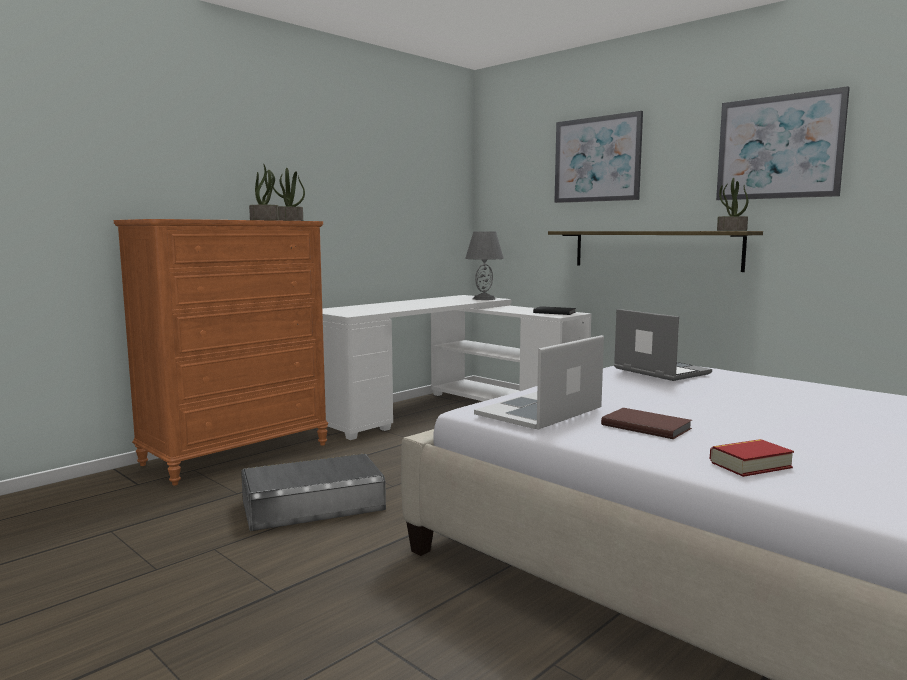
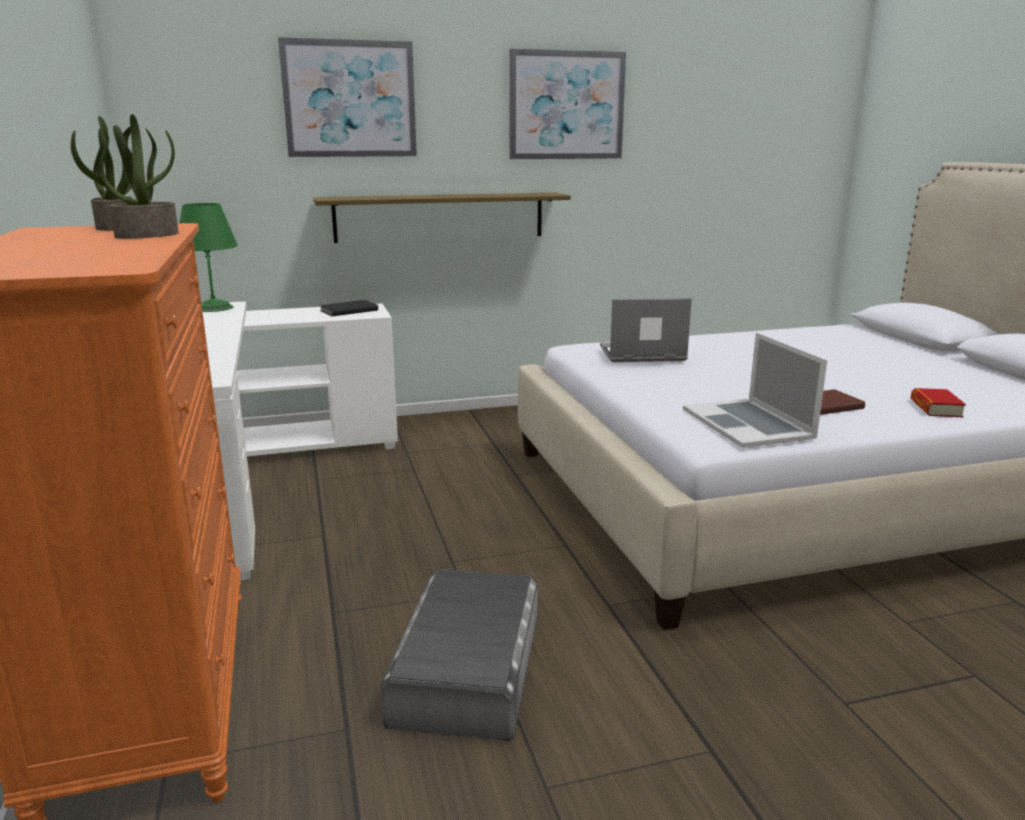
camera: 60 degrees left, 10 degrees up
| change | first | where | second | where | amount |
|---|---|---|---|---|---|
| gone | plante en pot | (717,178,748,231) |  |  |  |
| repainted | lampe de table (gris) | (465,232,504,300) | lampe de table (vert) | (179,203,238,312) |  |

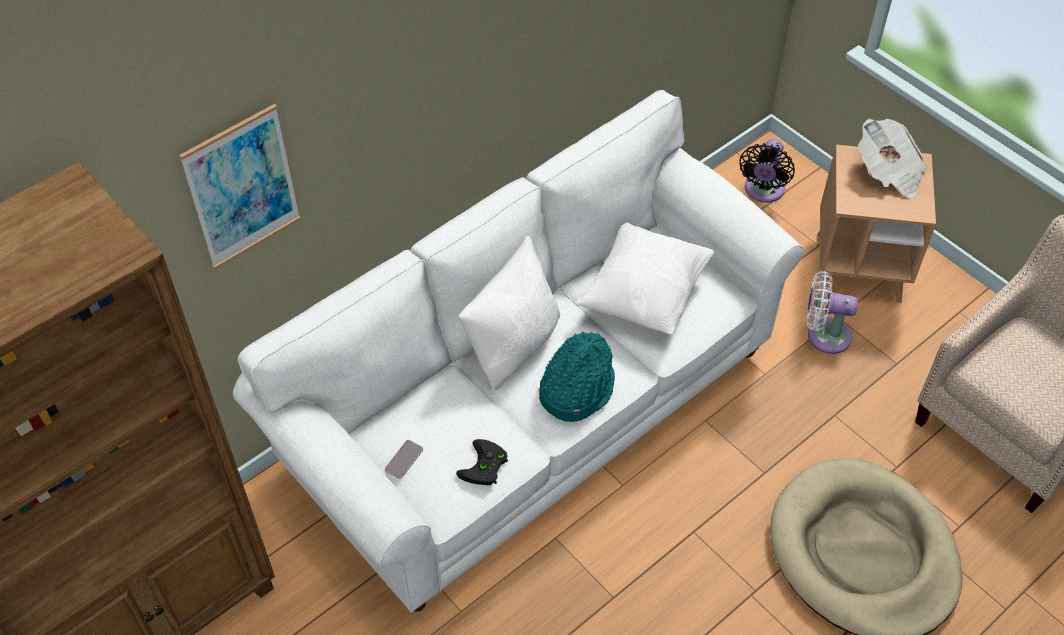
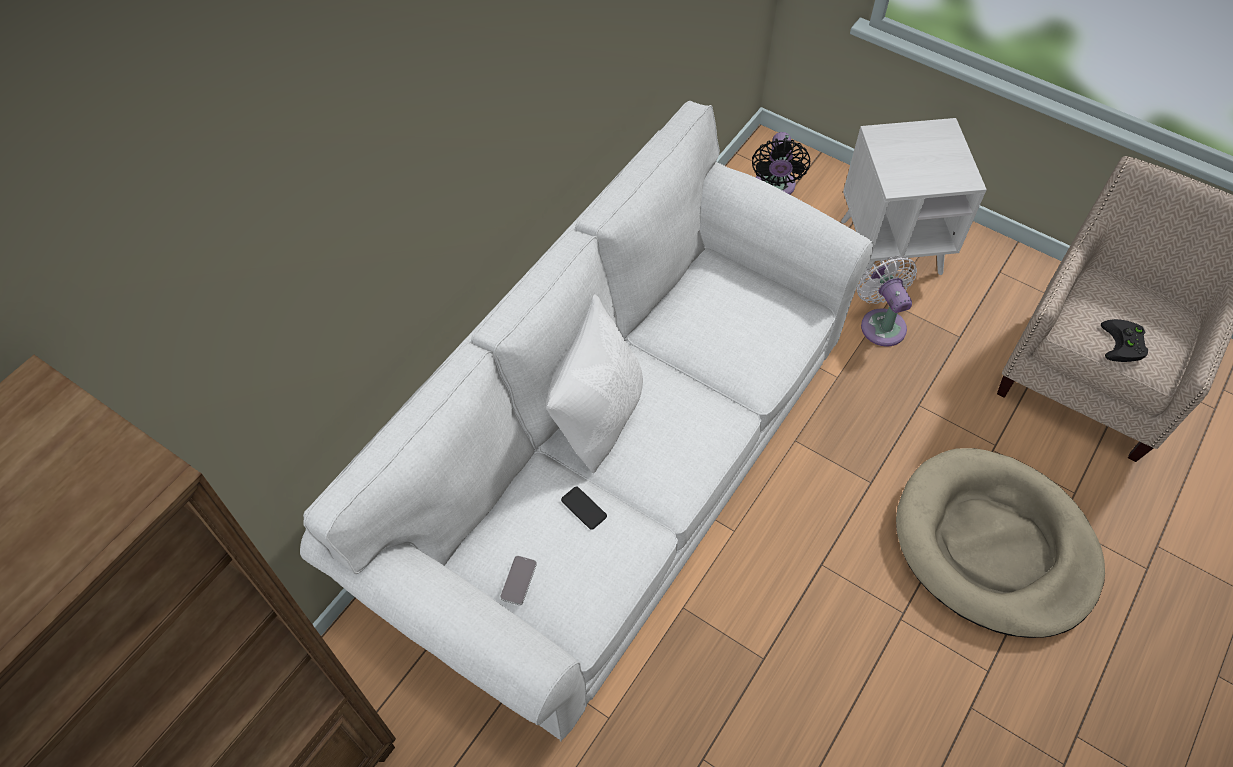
camera: 15 degrees left, 5 degrees up
| change | first | where | second | where | amount |
|---|---|---|---|---|---|
| gone | tableau | (179,104,301,269) |  |  |  |
| gone | journal | (858,119,928,198) |  |  |  |
| repainted | table d'appoint (marron) | (817,145,936,303) | table d'appoint (blanc) | (841,118,987,282) |  |
| gone | coussin (blanc) | (576,223,714,334) |  |  |  |
| rotated | ventilateur (blanc) | (806,271,858,354) |  | (857,255,917,347) | 75 degrees clockwise |
| gone | chapeau (turquoise) | (539,332,615,422) |  |  |  |
| shifted | manette (noir) | (456,439,508,485) |  | (1101,319,1148,362) |  |
| new |  |  | téléphone | (561,486,607,530) |  |

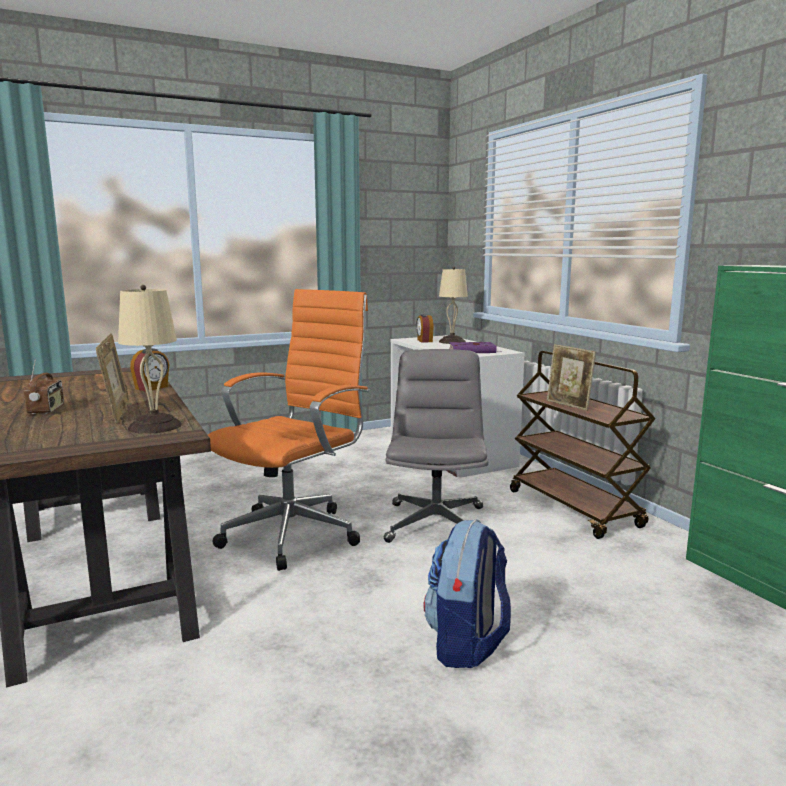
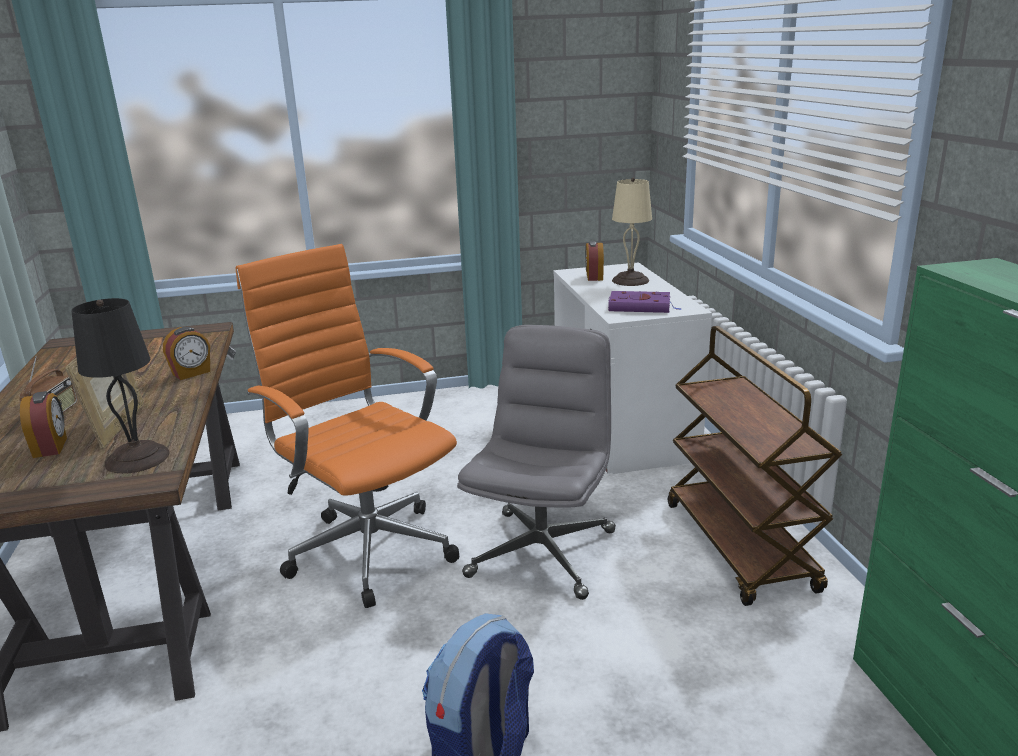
camera: 15 degrees right, 10 degrees up
| change | first | where | second | where | amount |
|---|---|---|---|---|---|
| repainted | lampe de table (beige) | (118,285,182,434) | lampe de table (noir) | (72,298,170,474) |  |
| rotated | chaise de bureau (orange) | (208,289,370,571) |  | (236,244,459,608) | 90 degrees counterclockwise |
| gone | cadre photo | (547,344,596,411) |  |  |  |
| new |  |  | réveil | (20,391,67,458) |  |

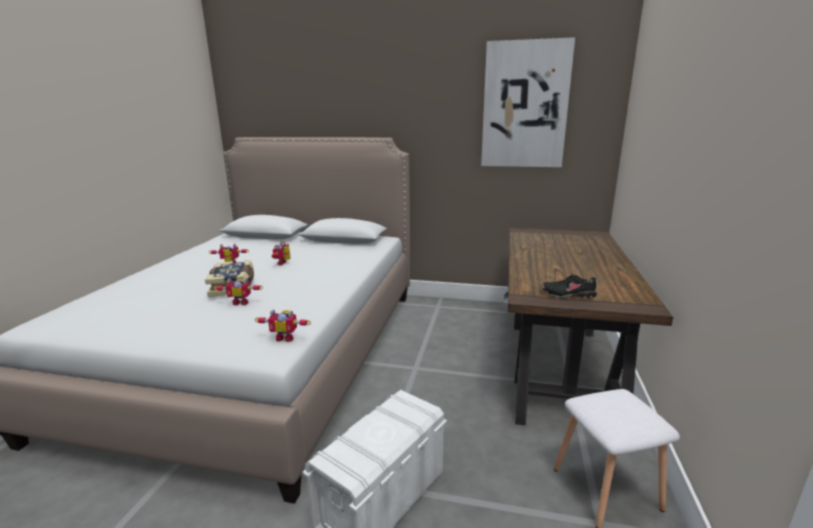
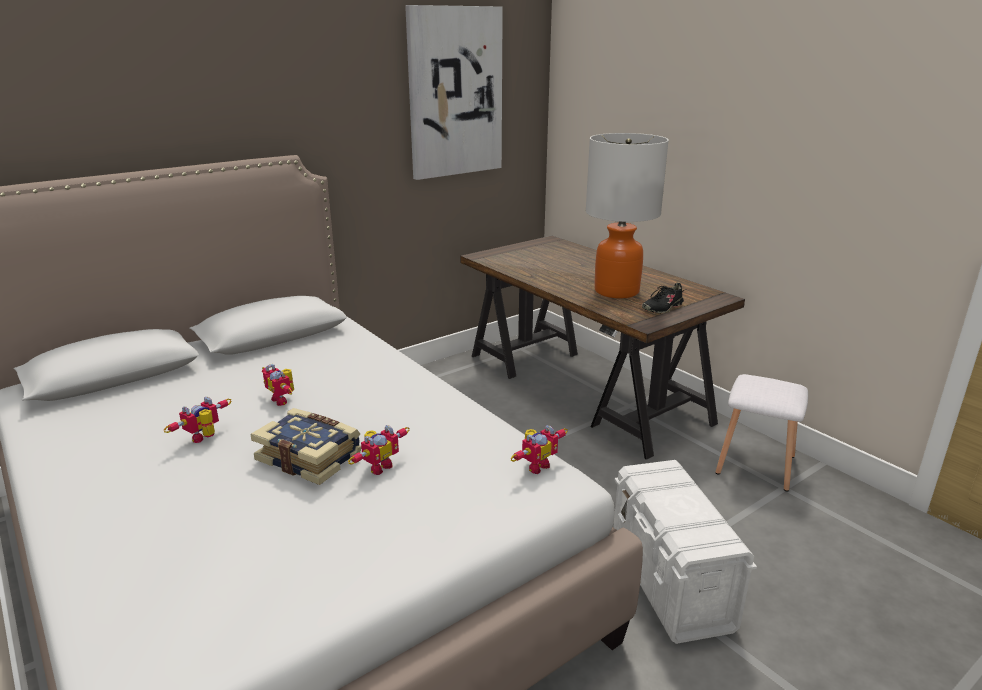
camera: 50 degrees left, 5 degrees up
| change | first | where | second | where | amount |
|---|---|---|---|---|---|
| new |  |  | lampe de table | (586,133,669,298) |  |

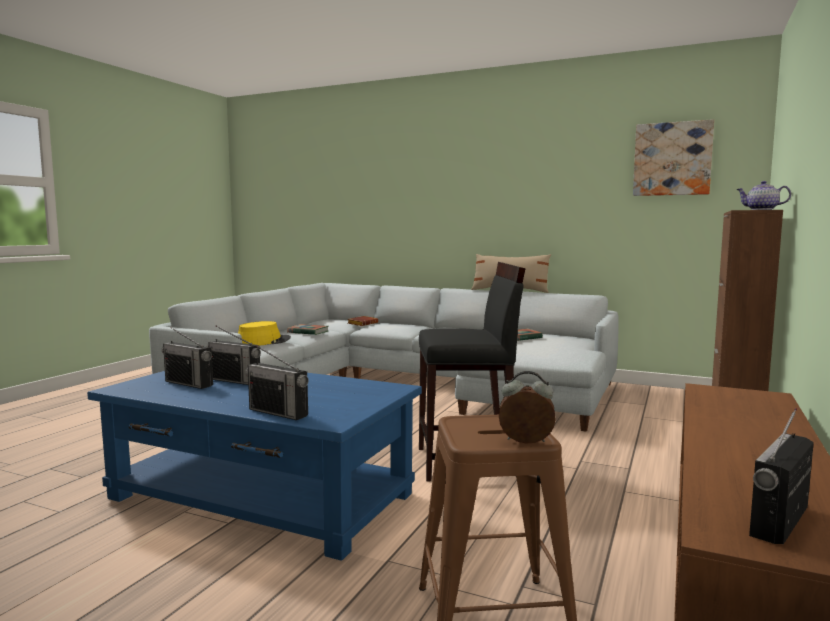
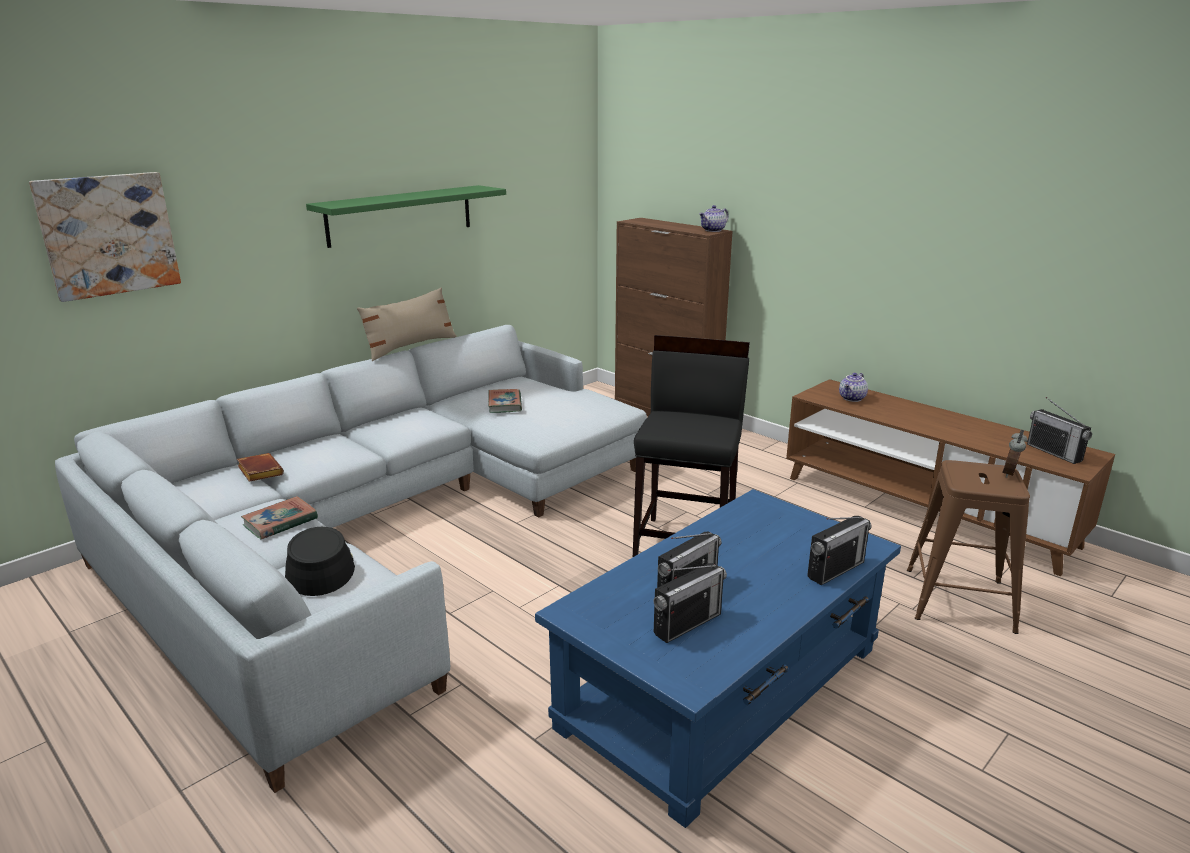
camera: 70 degrees left, 15 degrees up
| change | first | where | second | where | amount |
|---|---|---|---|---|---|
| shifted | tableau | (633,119,714,196) |  | (29,172,181,302) |  |
| repainted | chapeau (jaune) | (238,321,291,346) | chapeau (noir) | (285,527,355,596) |  |
| new |  |  | étagère (vert) | (306,185,506,248) |  |
| new |  |  | théière | (839,373,868,402) |  |

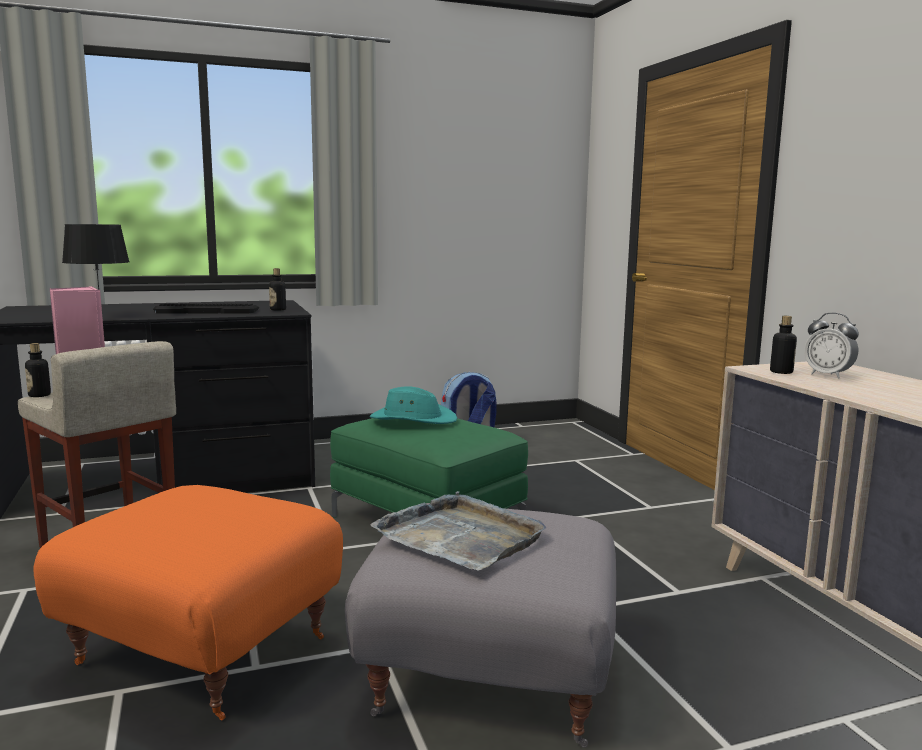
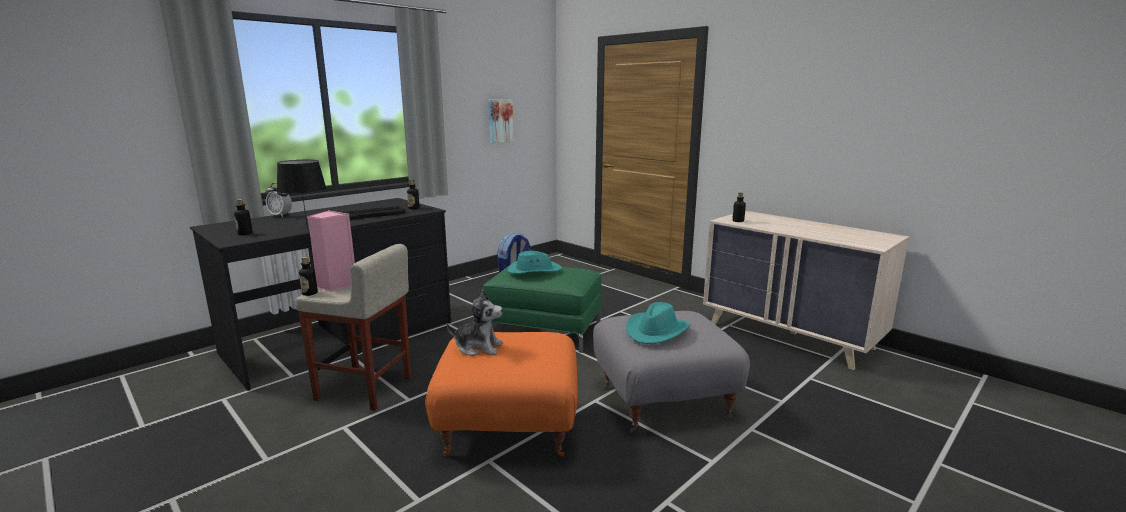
camera: 25 degrees left, 5 degrees up
| change | first | where | second | where | amount |
|---|---|---|---|---|---|
| shifted | réveil | (804,313,859,378) |  | (265,183,292,217) |  |
| swapped | plateau (gris) | (370,491,547,570) | chapeau (turquoise) | (626,302,691,344) |  |
| new |  |  | tableau | (488,99,514,143) |  |
| new |  |  | bouteille | (234,199,253,235) |  |
| new |  |  | peluche | (447,290,503,356) |  |

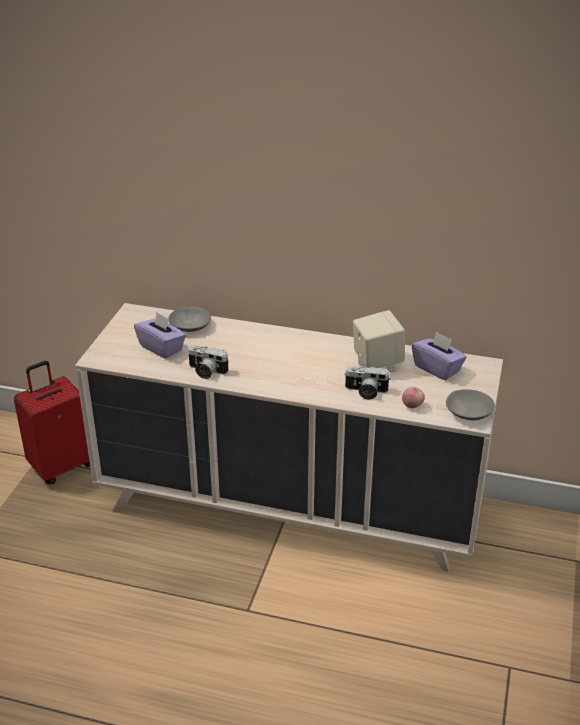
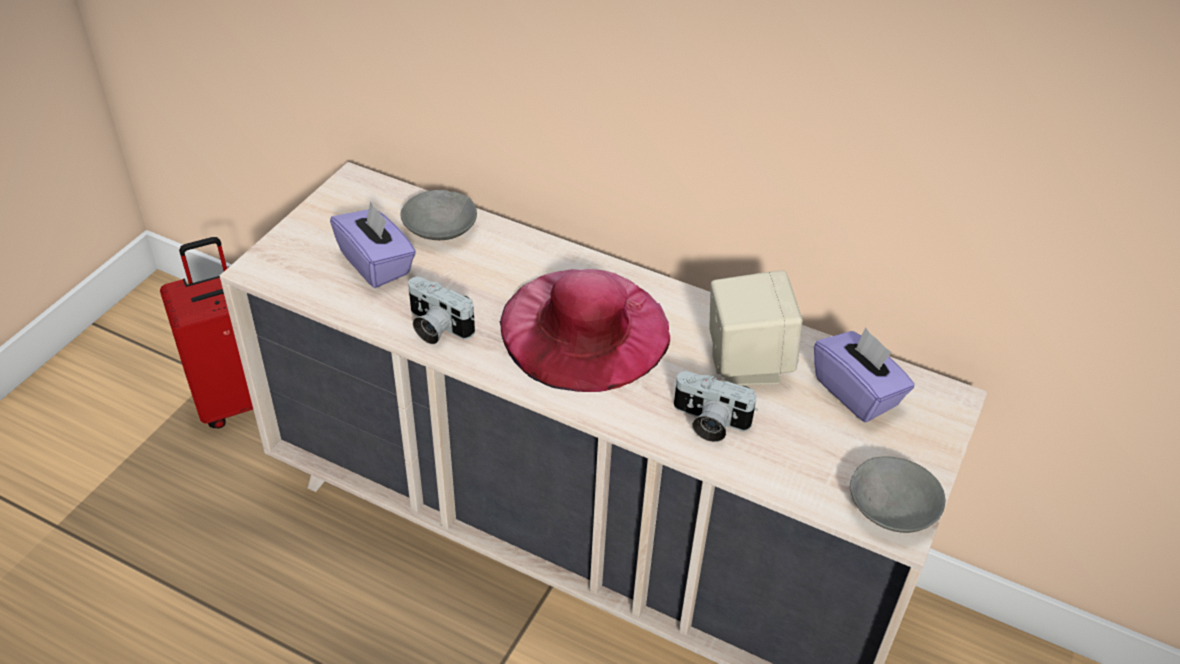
camera: 10 degrees right, 10 degrees up
| change | first | where | second | where | amount |
|---|---|---|---|---|---|
| gone | pomme | (402,387,425,408) |  |  |  |
| new |  |  | chapeau (rose) | (500,269,670,392) |  |

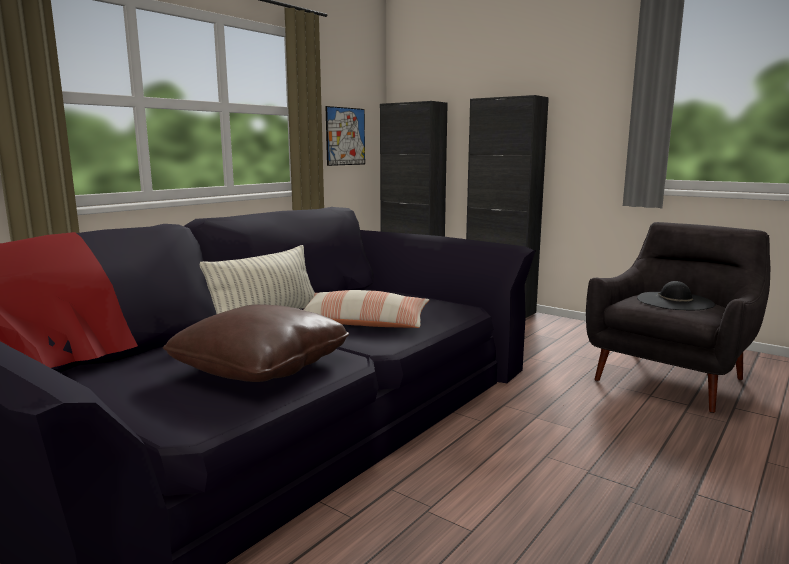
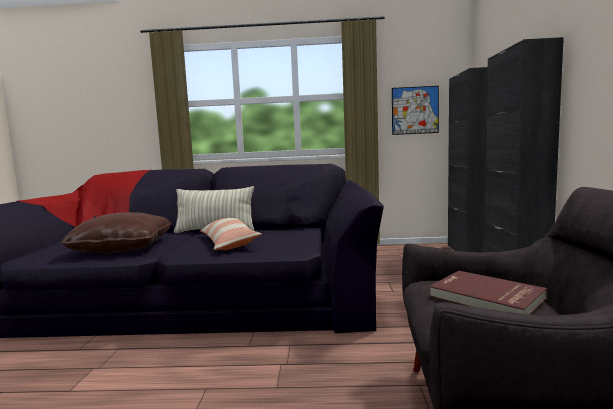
camera: 55 degrees right, 5 degrees down
| change | first | where | second | where | amount |
|---|---|---|---|---|---|
| swapped | chapeau (noir) | (637,281,716,310) | livre (rouge) | (429,271,548,314) |  |

